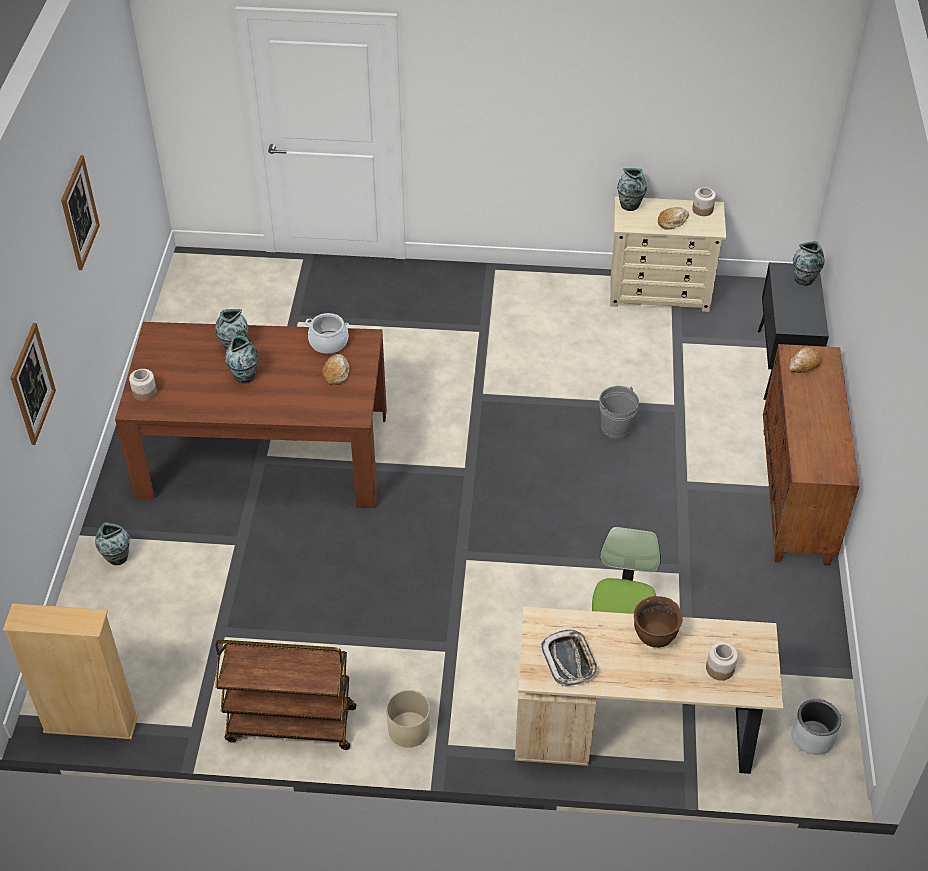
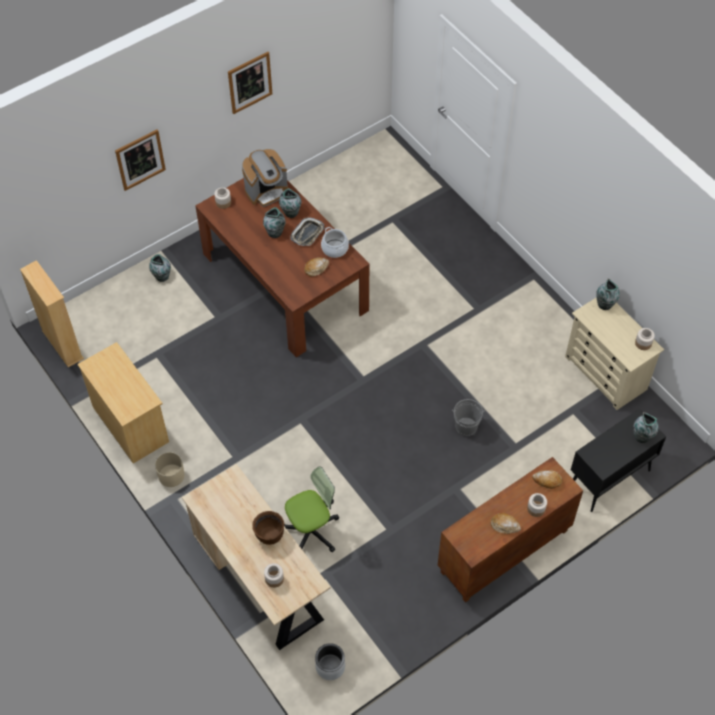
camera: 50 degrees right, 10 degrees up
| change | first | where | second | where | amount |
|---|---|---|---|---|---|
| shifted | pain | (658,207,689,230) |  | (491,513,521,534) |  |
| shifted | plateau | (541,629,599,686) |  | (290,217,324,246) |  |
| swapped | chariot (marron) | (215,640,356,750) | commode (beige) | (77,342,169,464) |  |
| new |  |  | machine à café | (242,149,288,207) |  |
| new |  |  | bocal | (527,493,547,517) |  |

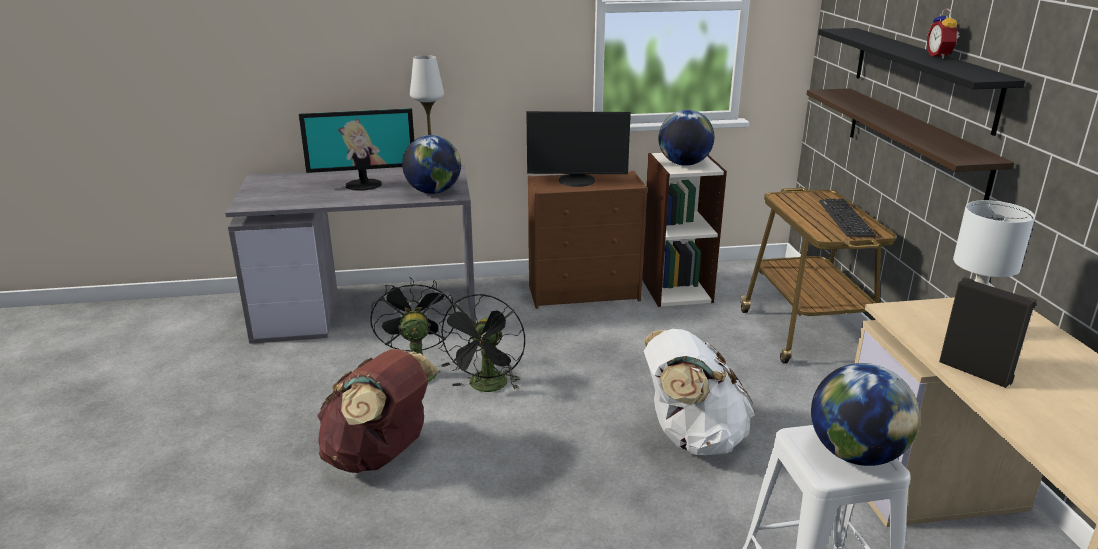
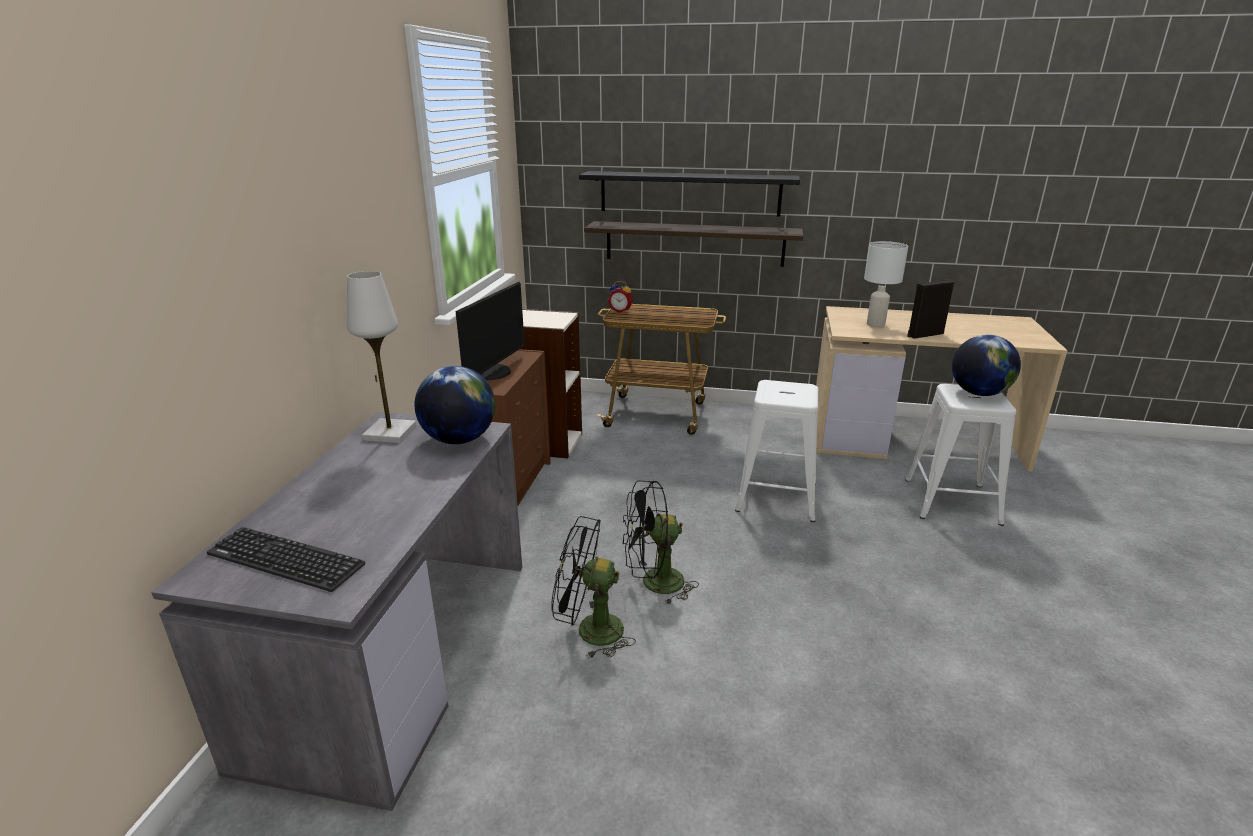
camera: 70 degrees left, 0 degrees up
| change | first | where | second | where | amount |
|---|---|---|---|---|---|
| shifted | réveil | (927,8,960,59) |  | (608,281,633,313) |  |
| gone | écran d'ordinateur | (299,108,414,191) |  |  |  |
| gone | globe | (658,110,714,166) |  |  |  |
| shifted | clavier | (819,199,876,237) |  | (207,527,366,592) |  |
| rotated | ventilateur (noir) | (438,294,525,392) |  | (622,481,699,605) | 135 degrees clockwise |
| swapped | sac à dos (blanc) | (644,329,755,455) | tabouret (blanc) | (735,380,818,522) |  |
| gone | sac à dos (marron) | (317,349,440,473) |  |  |  |

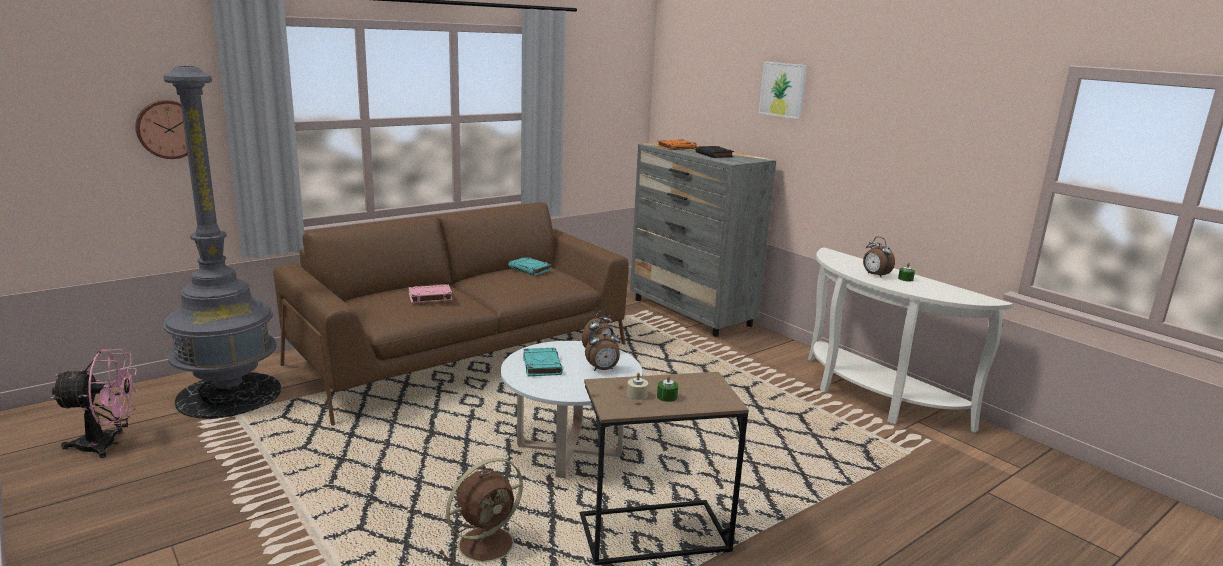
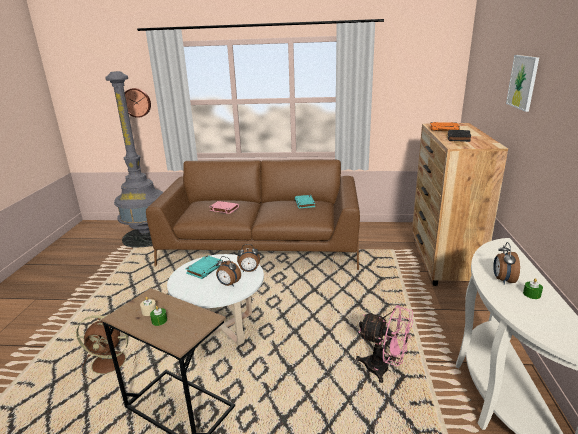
camera: 45 degrees right, 5 degrees up
| change | first | where | second | where | amount |
|---|---|---|---|---|---|
| repainted | commode (gris) | (630,142,776,337) | commode (marron) | (412,123,508,286) |  |
| shifted | ventilateur (rose) | (51,349,138,458) |  | (356,305,413,383) |  |

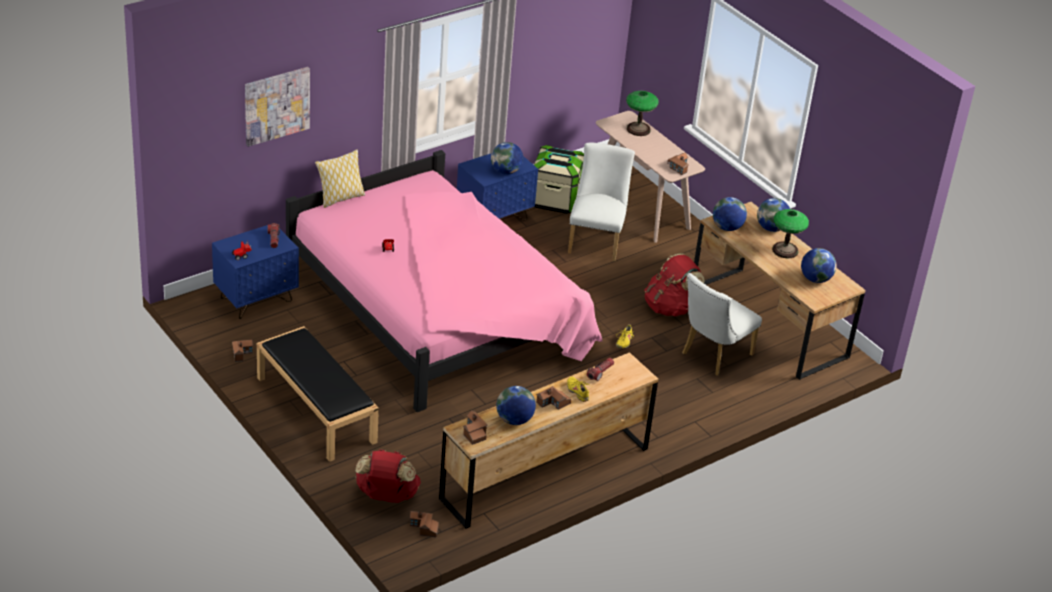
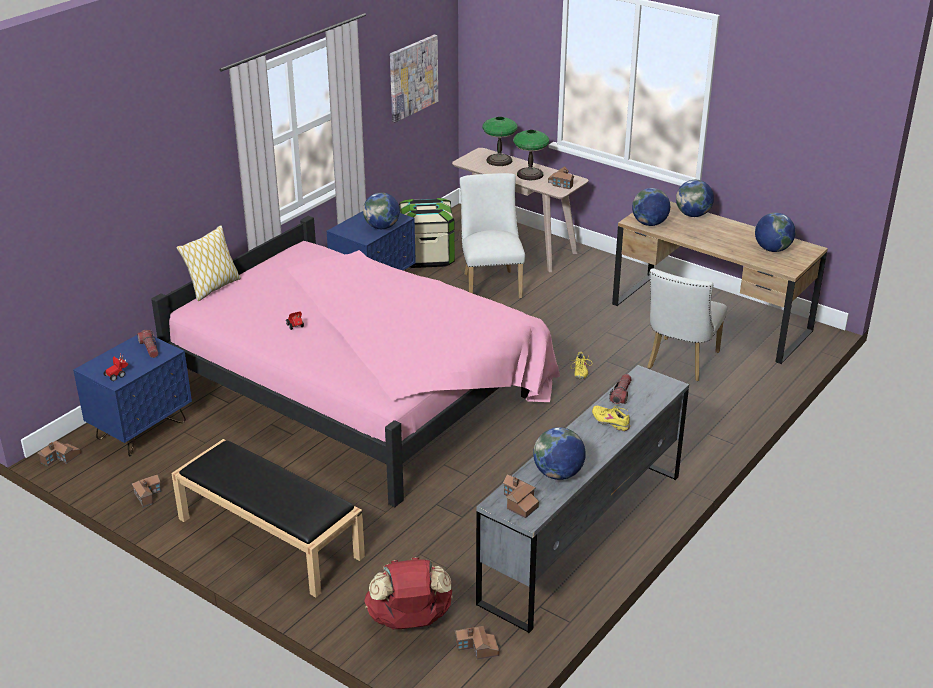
camera: 15 degrees left, 5 degrees down
| change | first | where | second | where | amount |
|---|---|---|---|---|---|
| shifted | tableau | (245,67,310,147) |  | (390,35,438,122) |  |
| shifted | lampe de table | (772,209,809,258) |  | (513,130,549,180) |  |
| gone | sac à dos (rouge) | (644,253,705,316) |  |  |  |
| repainted | commode (marron) | (439,352,658,529) | commode (gris) | (476,365,689,633) |  |
| shifted | maison miniature | (536,386,571,410) |  | (37,440,81,466) |  |

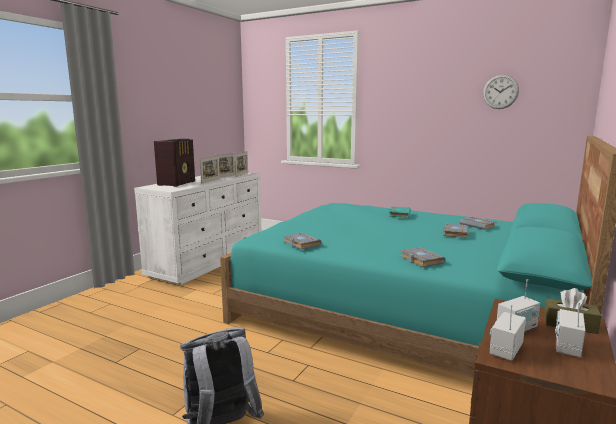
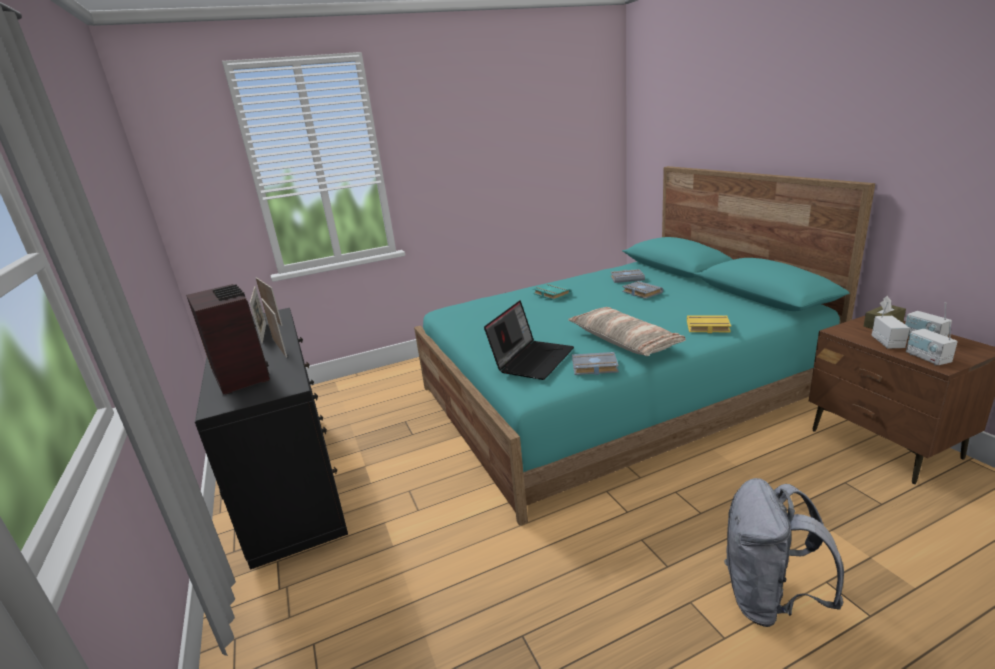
camera: 50 degrees left, 10 degrees up
| change | first | where | second | where | amount |
|---|---|---|---|---|---|
| gone | horloge murale | (483,75,519,109) |  |  |  |
| repainted | commode (blanc) | (134,173,261,285) | commode (noir) | (195,308,348,570) |  |
| repainted | livre (gris) | (400,247,446,267) | livre (jaune) | (687,315,731,333) |  |
| new |  |  | ordinateur portable | (484,300,574,380) |  |
| new |  |  | coussin | (568,307,686,356) |  |

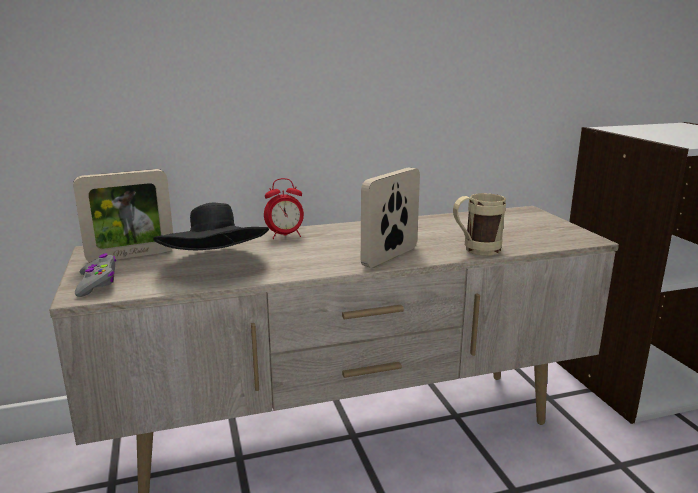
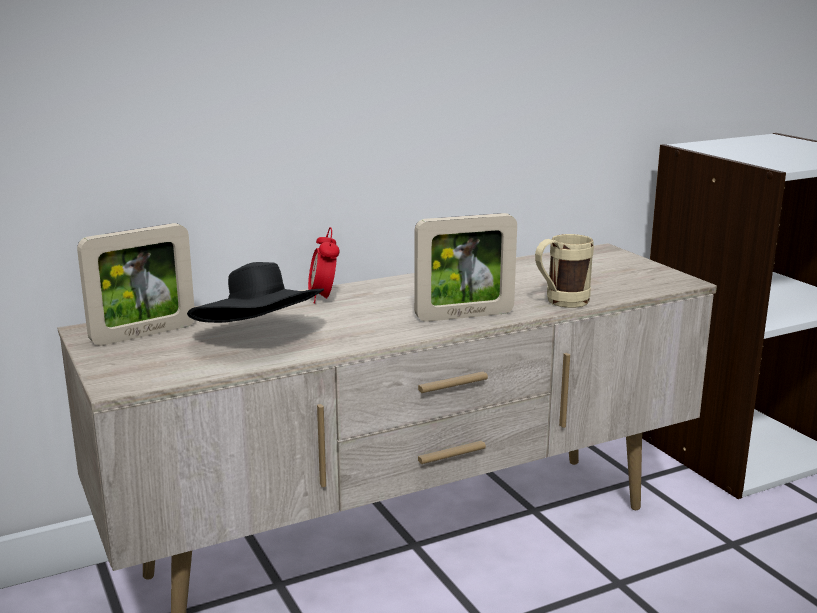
camera: 10 degrees left, 0 degrees up
| change | first | where | second | where | amount |
|---|---|---|---|---|---|
| rotated | cadre photo | (361,167,420,268) |  | (414,213,517,322) | 135 degrees counterclockwise |
| rotated | réveil | (264,178,304,239) |  | (308,227,340,304) | 105 degrees clockwise |
| gone | manette (gris) | (75,253,116,297) |  |  |  |

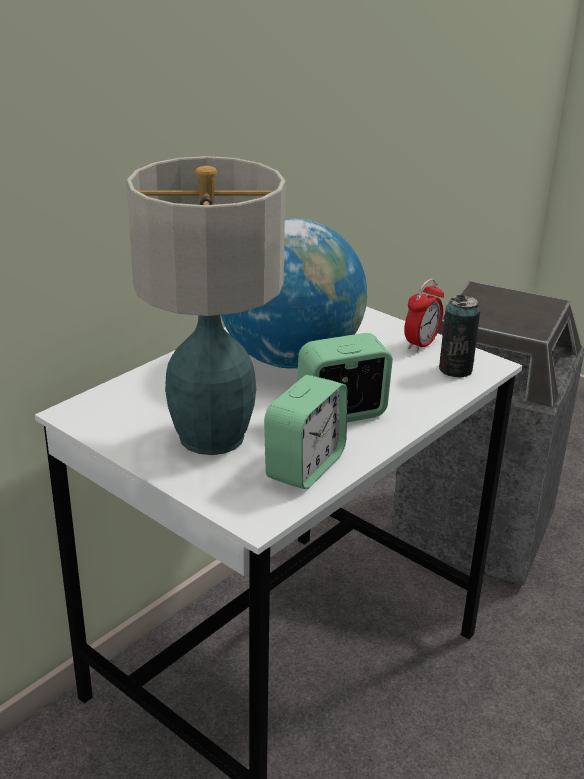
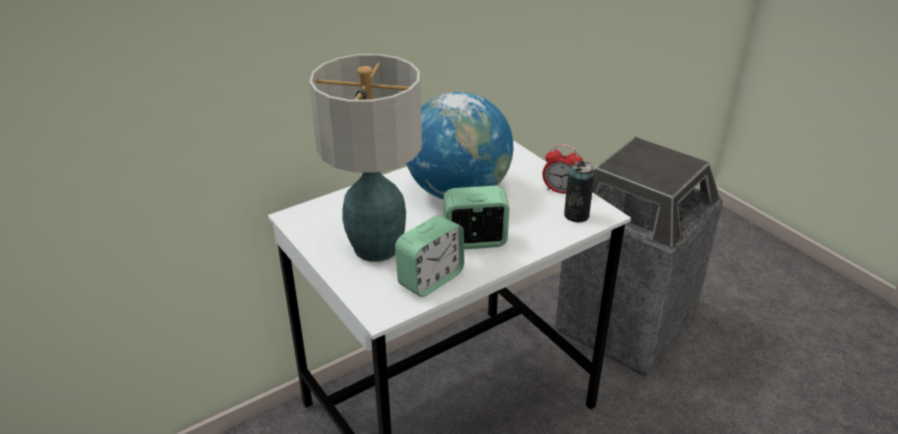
camera: 15 degrees right, 5 degrees up
| change | first | where | second | where | amount |
|---|---|---|---|---|---|
| rotated | réveil | (404,278,444,352) |  | (542,145,583,194) | 60 degrees clockwise |

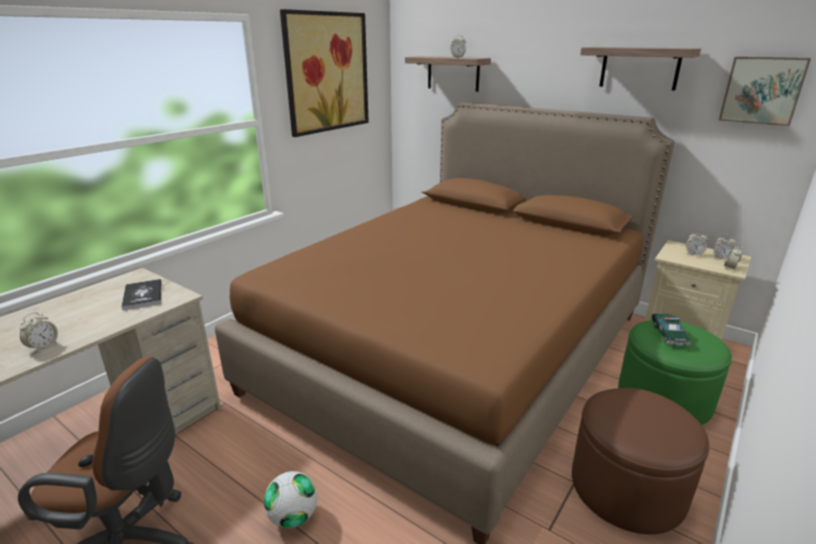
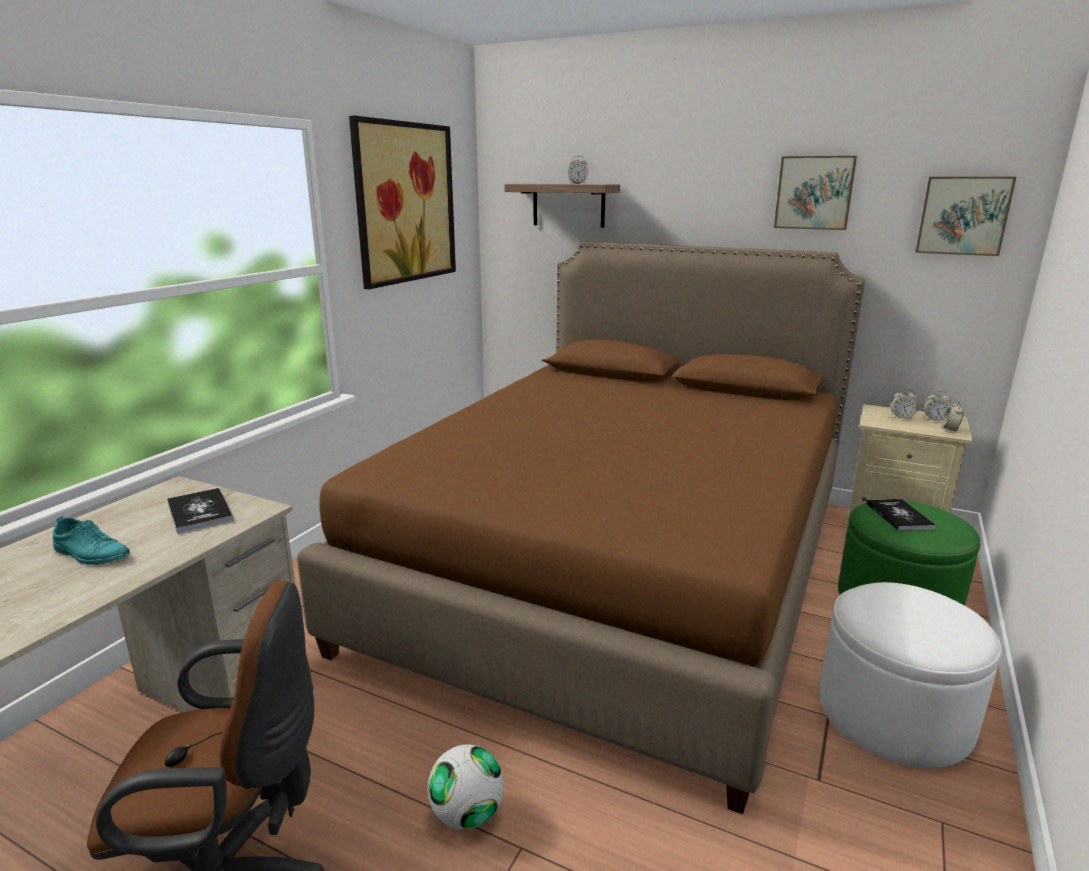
camera: 10 degrees left, 5 degrees down
| change | first | where | second | where | amount |
|---|---|---|---|---|---|
| swapped | étagère | (580,47,701,91) | tableau | (774,156,857,230) |  |
| gone | réveil | (19,312,58,353) |  |  |  |
| swapped | petite voiture | (650,314,691,346) | livre | (866,499,936,531) |  |
| repainted | pouf (marron) | (572,388,709,534) | pouf (blanc) | (820,582,1002,768) |  |
| new |  |  | chaussure (turquoise) | (53,516,130,565) |  |

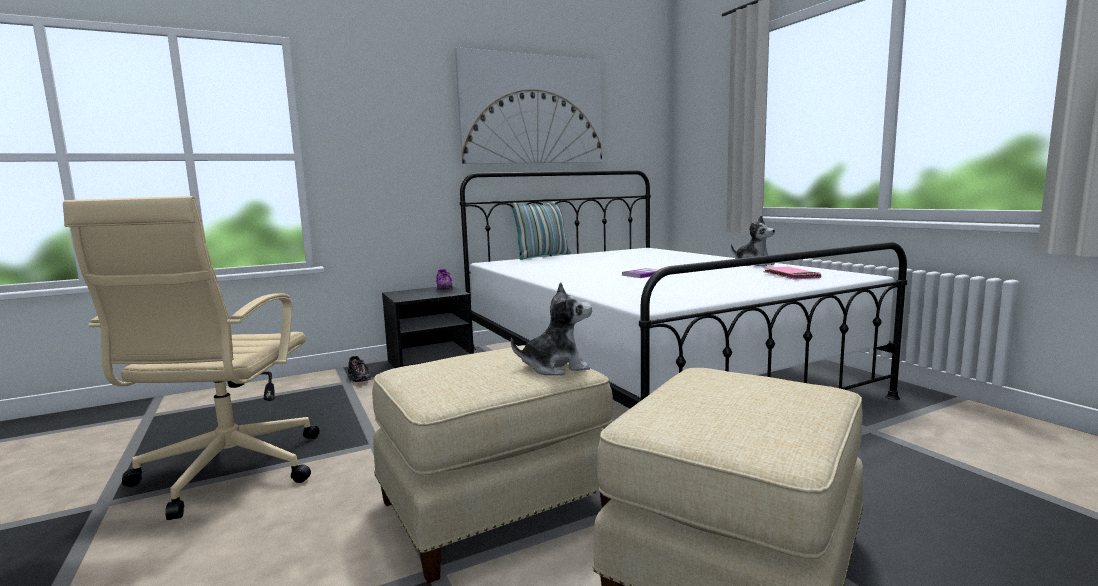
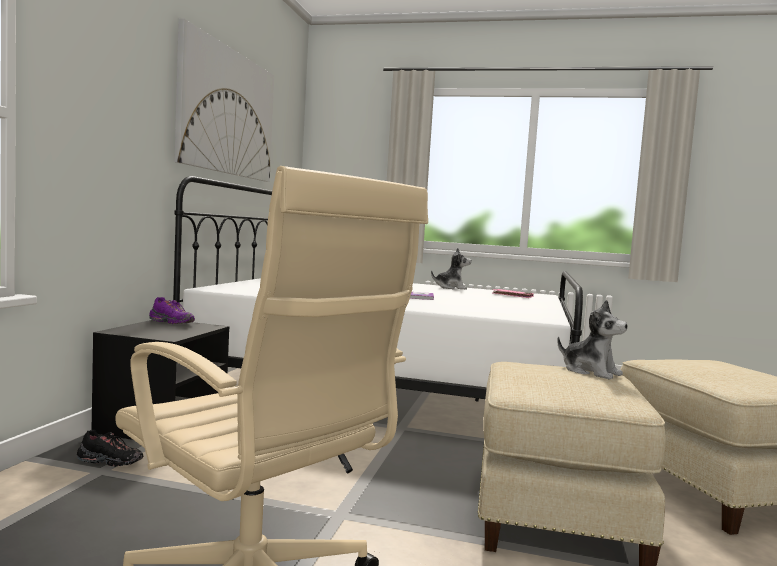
camera: 50 degrees left, 5 degrees down
| change | first | where | second | where | amount |
|---|---|---|---|---|---|
| gone | coussin | (510,201,571,260) |  |  |  |
| rotated | peluche | (511,282,592,375) |  | (557,300,628,380) | 105 degrees clockwise |

